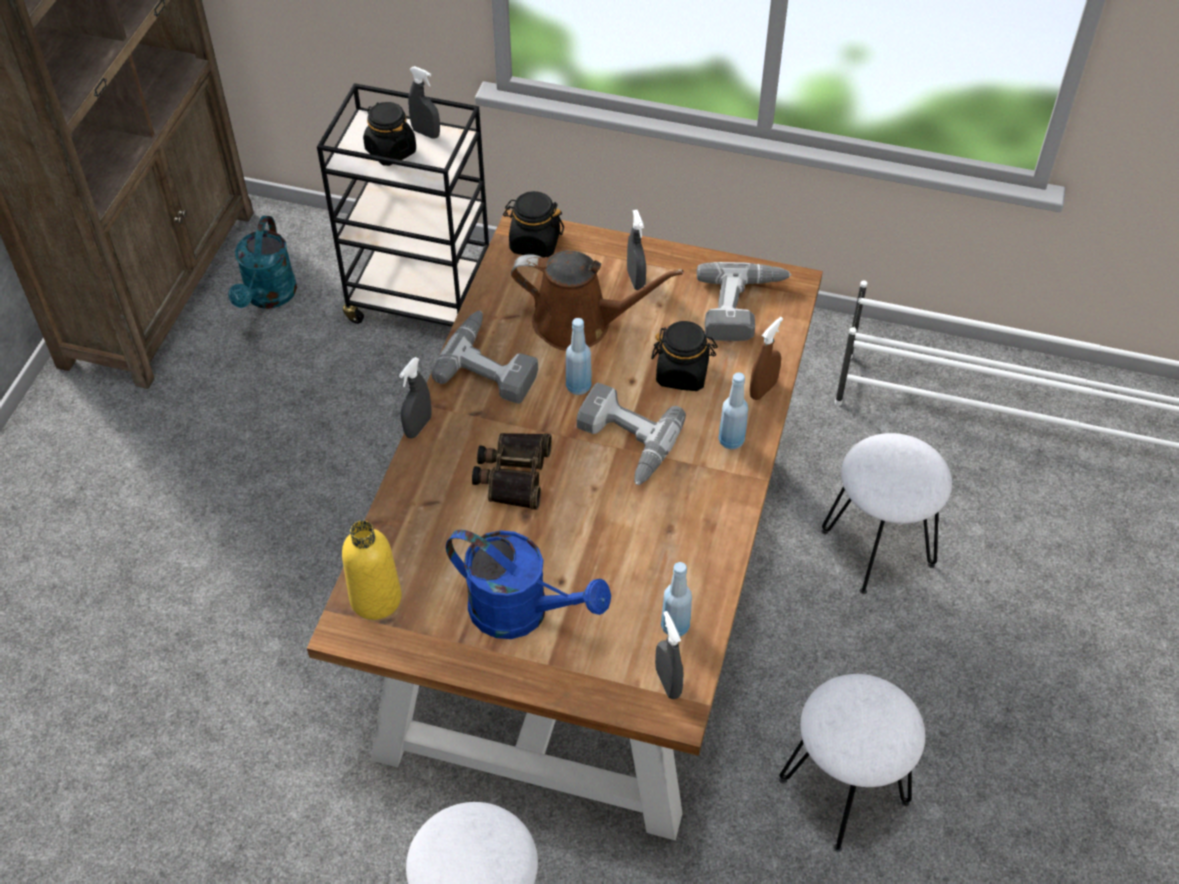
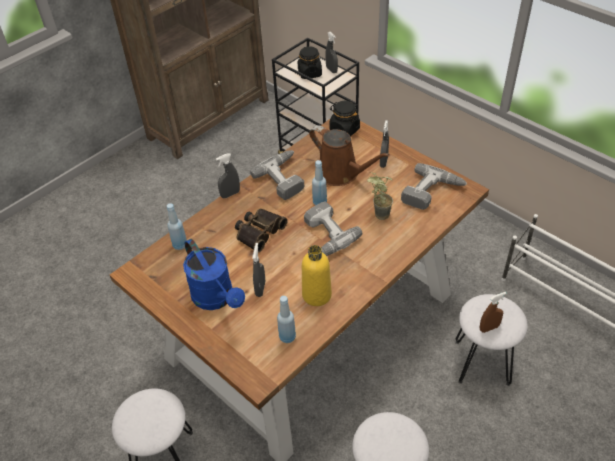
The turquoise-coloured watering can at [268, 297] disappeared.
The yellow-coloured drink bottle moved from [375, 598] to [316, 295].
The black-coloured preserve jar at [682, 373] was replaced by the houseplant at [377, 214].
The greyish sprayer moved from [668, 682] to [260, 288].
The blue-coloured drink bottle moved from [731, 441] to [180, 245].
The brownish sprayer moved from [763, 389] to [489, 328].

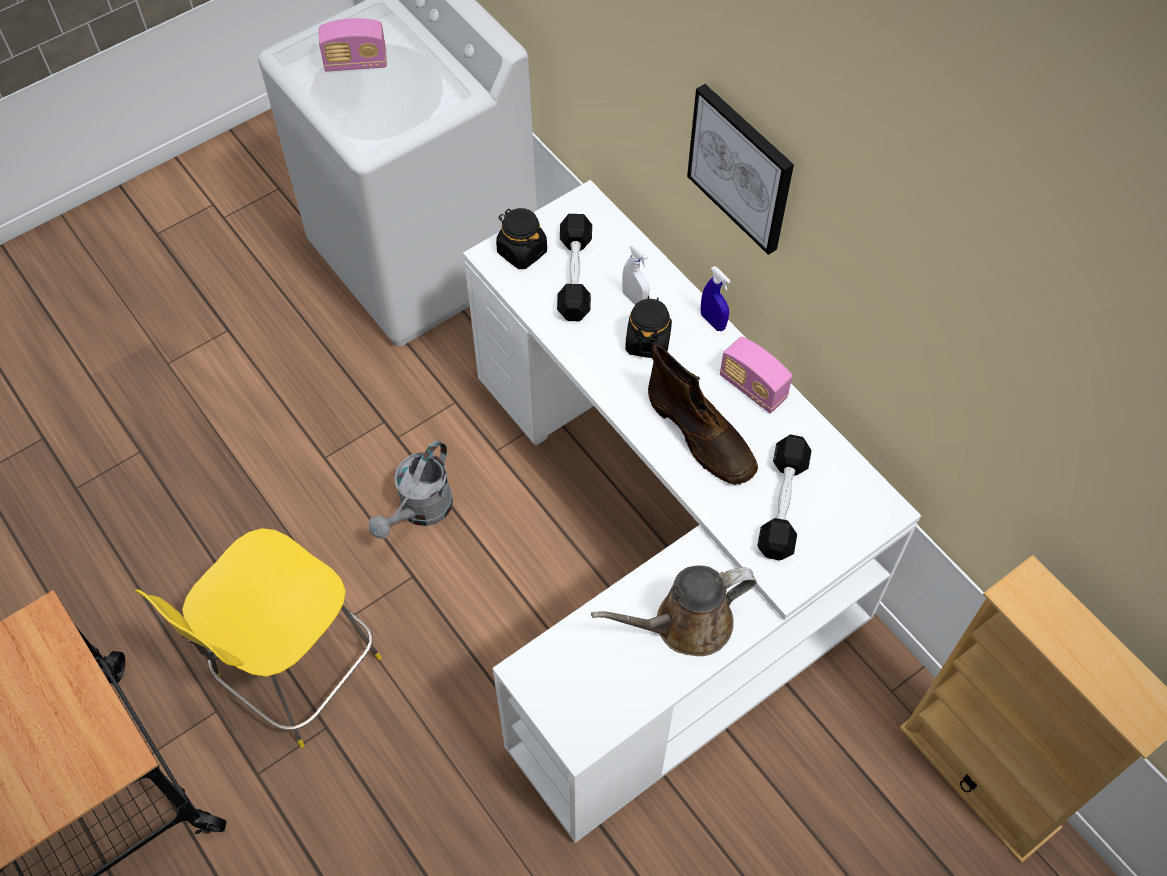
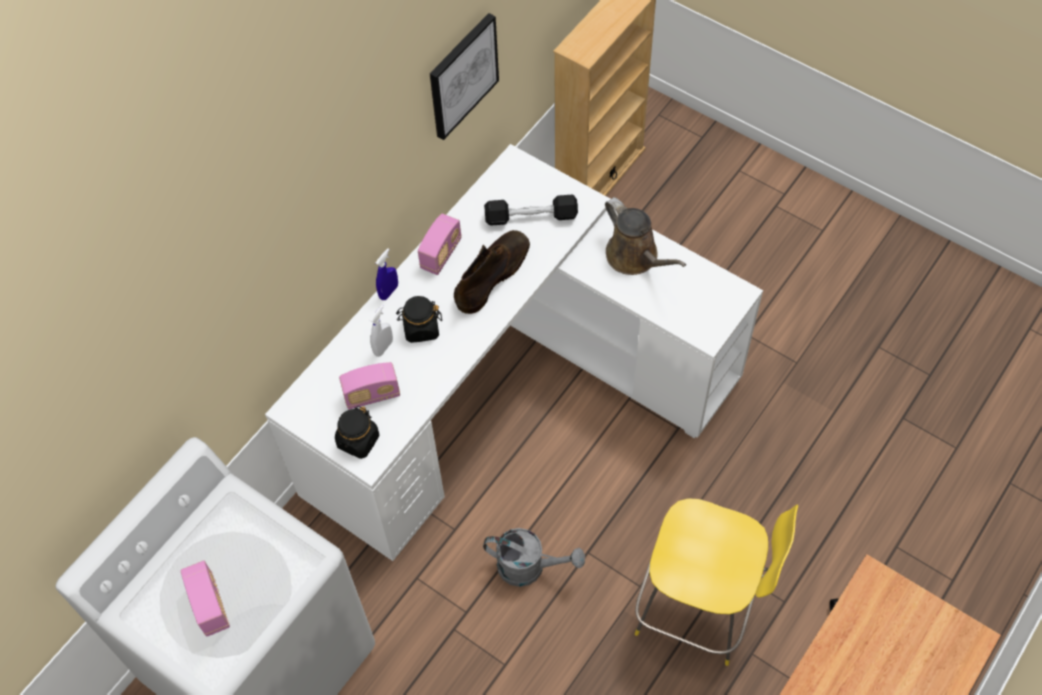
The black-coloured free weight at [575, 276] was replaced by the radio at [372, 395].
The picture moved from [741, 168] to [462, 75].

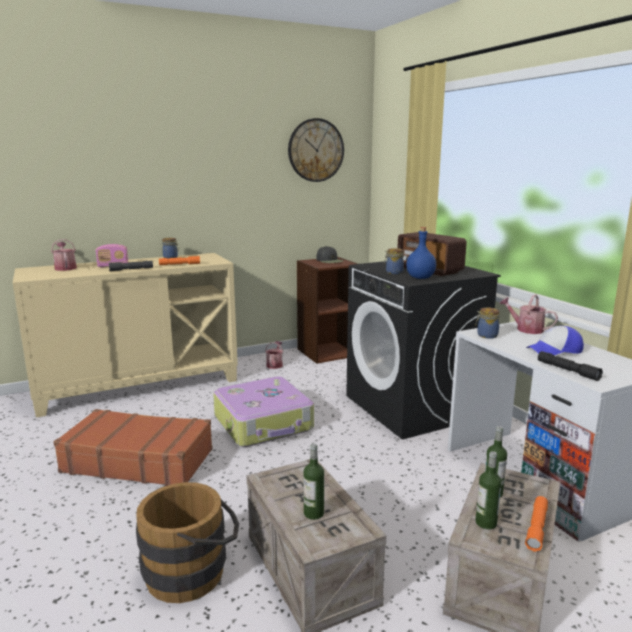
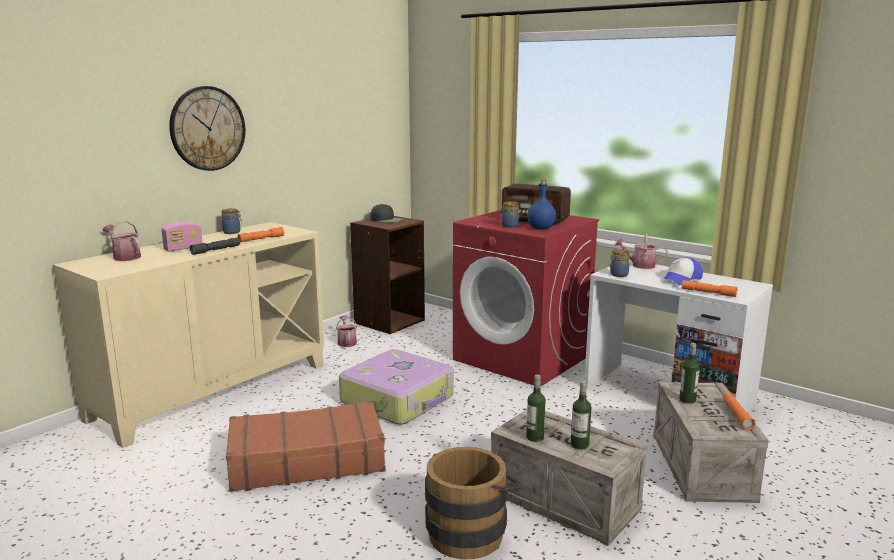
The wall clock moved from [315, 150] to [207, 128].
The black-coloured laundry machine at [413, 407] became the red laundry machine at [522, 358].
The drink bottle moved from [486, 523] to [535, 437].
The black-coloured hand torch at [567, 370] became the orange hand torch at [708, 293].

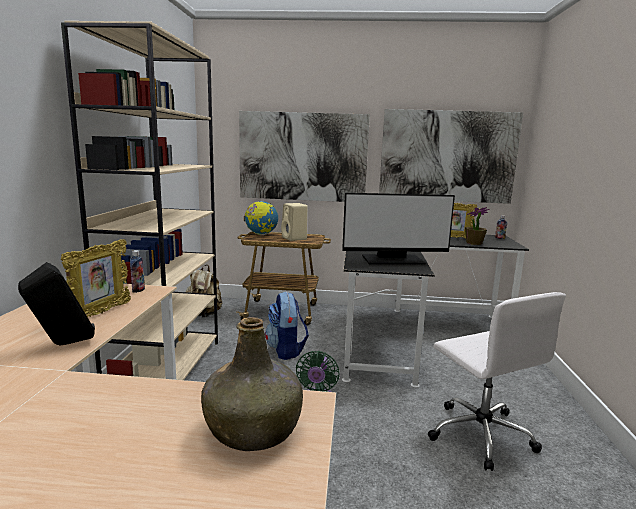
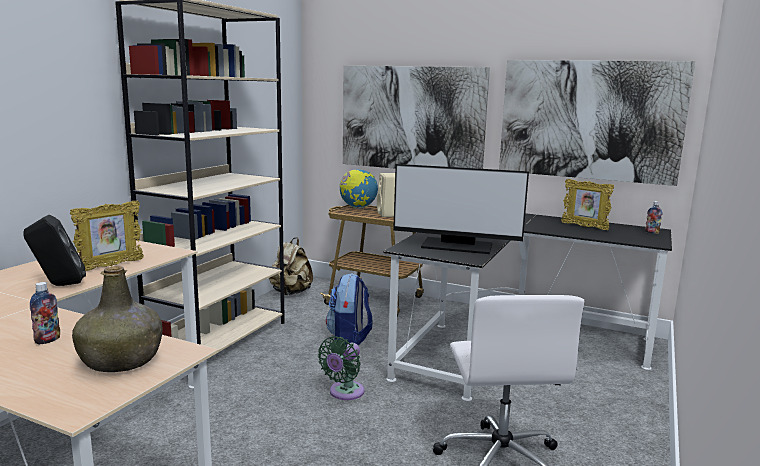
The drink bottle moved from [138, 290] to [47, 340].
The houseplant at [474, 243] disappeared.

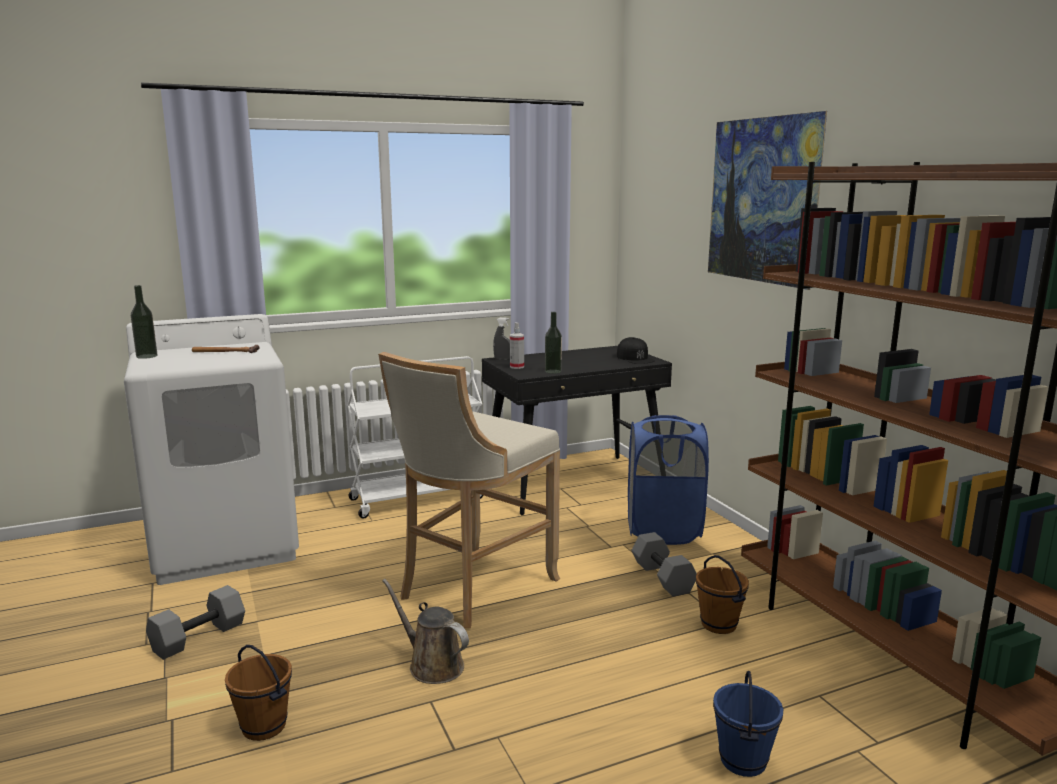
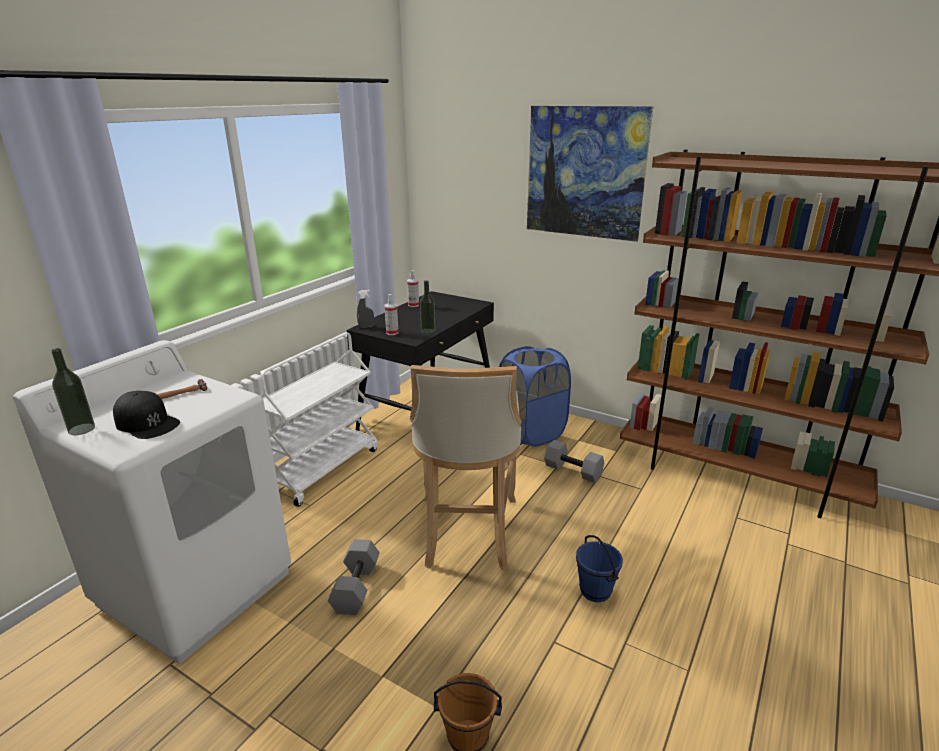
The greyish free weight moved from [199, 636] to [355, 587].
The brownish watering can at [432, 665] disappeared.
The black-coloured baseball cap moved from [635, 358] to [147, 423].
The brownish bucket at [719, 624] disappeared.
The blue-coloured bucket moved from [742, 760] to [594, 591].
The sprayer at [413, 305] appeared.

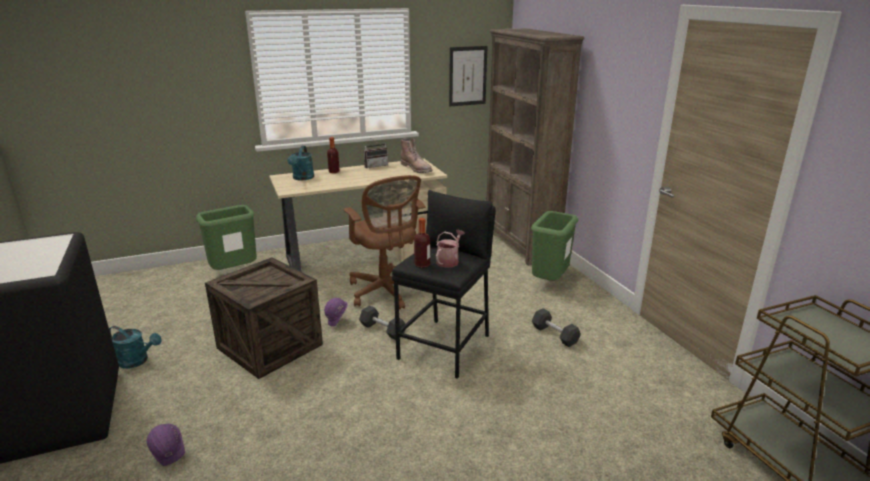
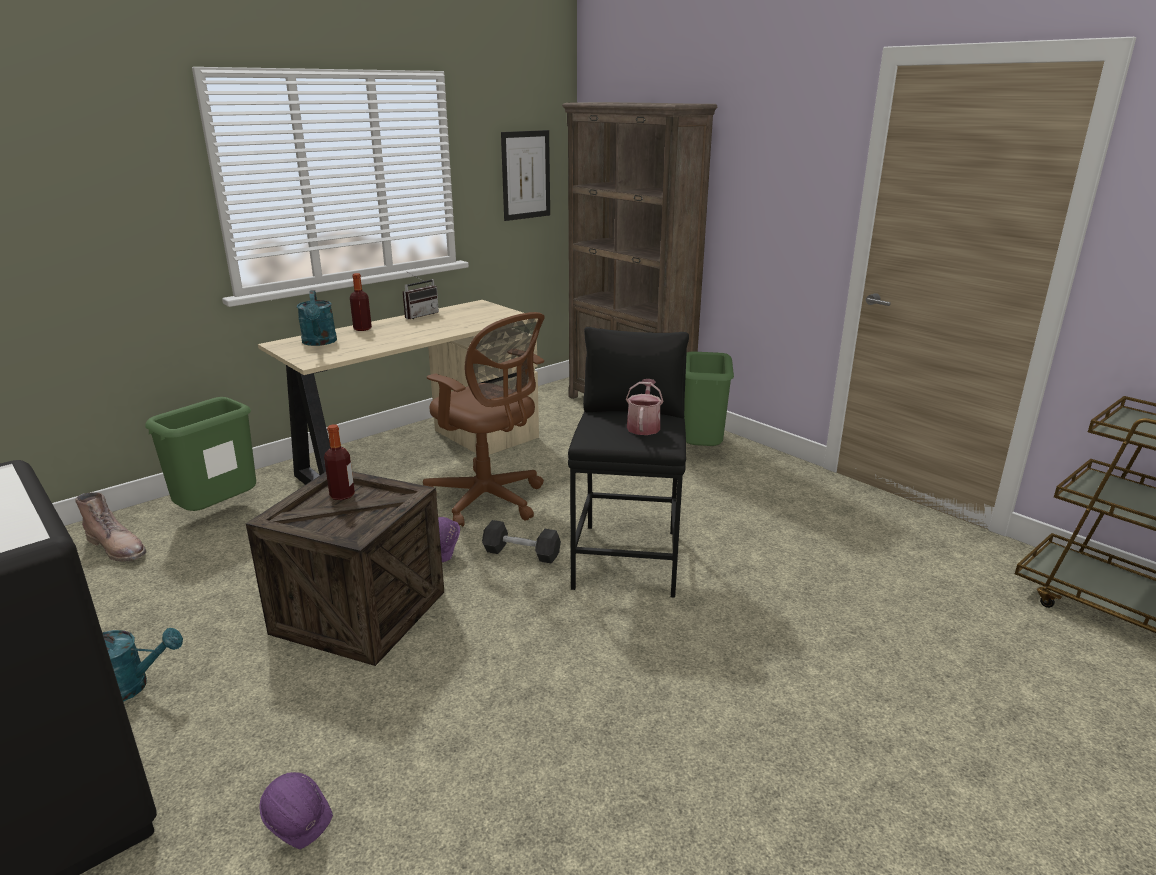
The brownish tall boot moved from [417, 169] to [118, 548].
The drink bottle moved from [422, 264] to [342, 495].
The black-coloured free weight at [554, 335] disappeared.

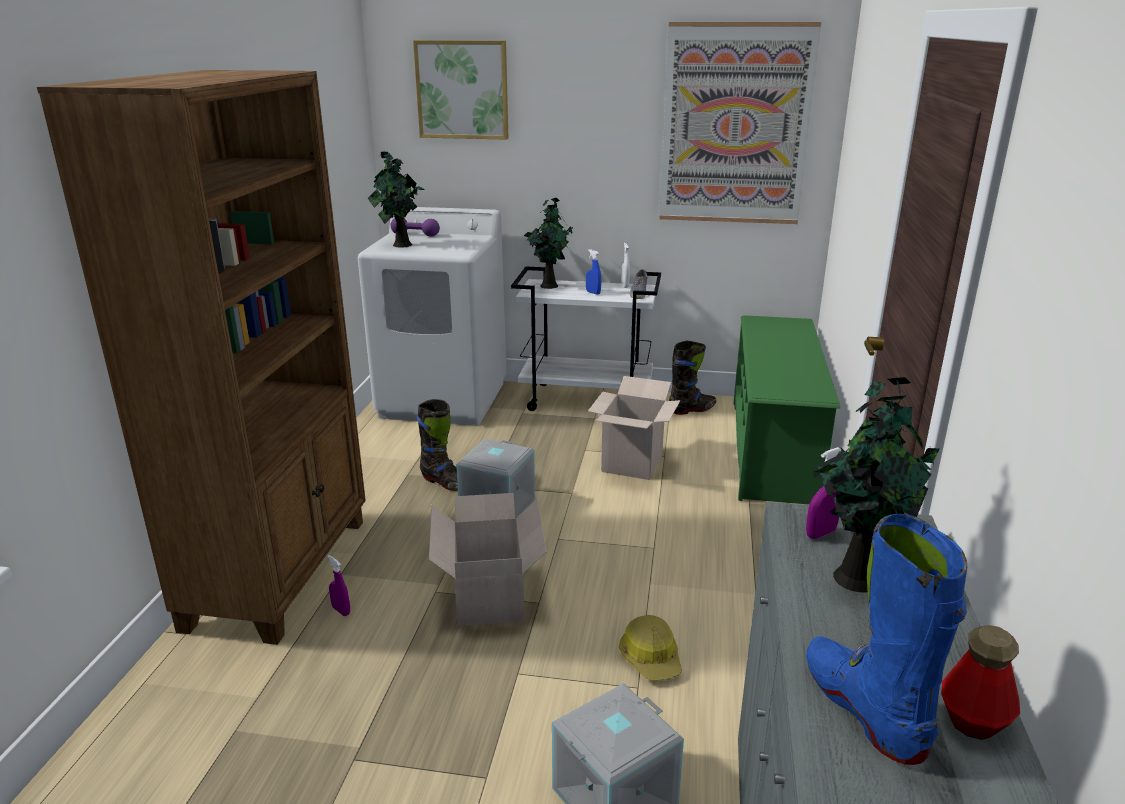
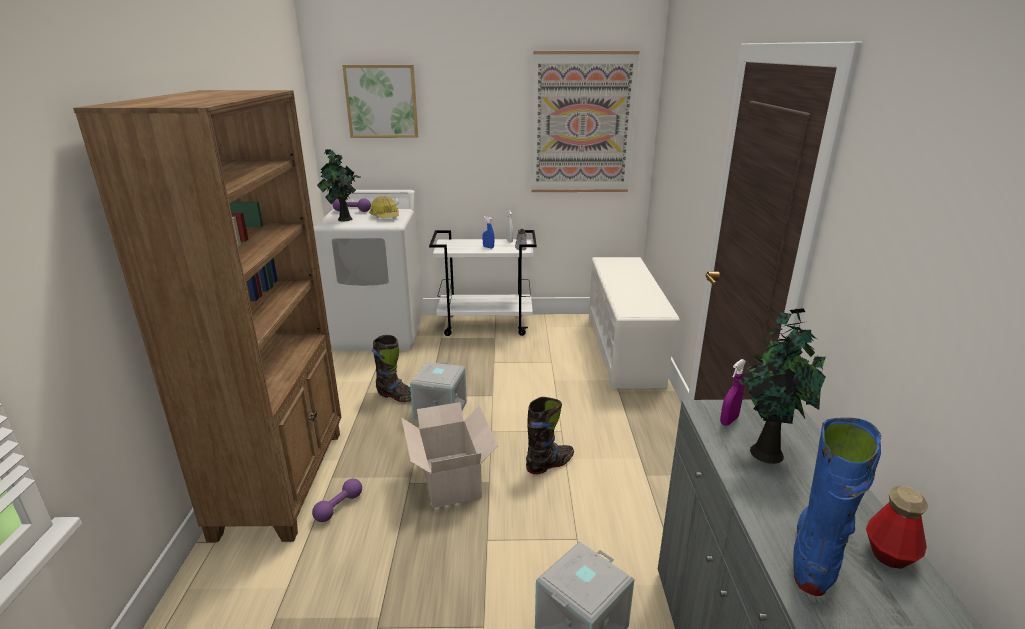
The purple sprayer at [341, 610] was replaced by the purple free weight at [339, 507].
The houseplant at [549, 285] disappeared.
The carton at [632, 464] disappeared.
The work helmet moved from [651, 658] to [385, 216].
The black-coloured tall boot moved from [692, 409] to [550, 464].
The green-coloured shoe stand at [772, 449] became the white-coloured shoe stand at [624, 350].
The blue-coloured tall boot at [864, 709] turned 60 degrees clockwise.

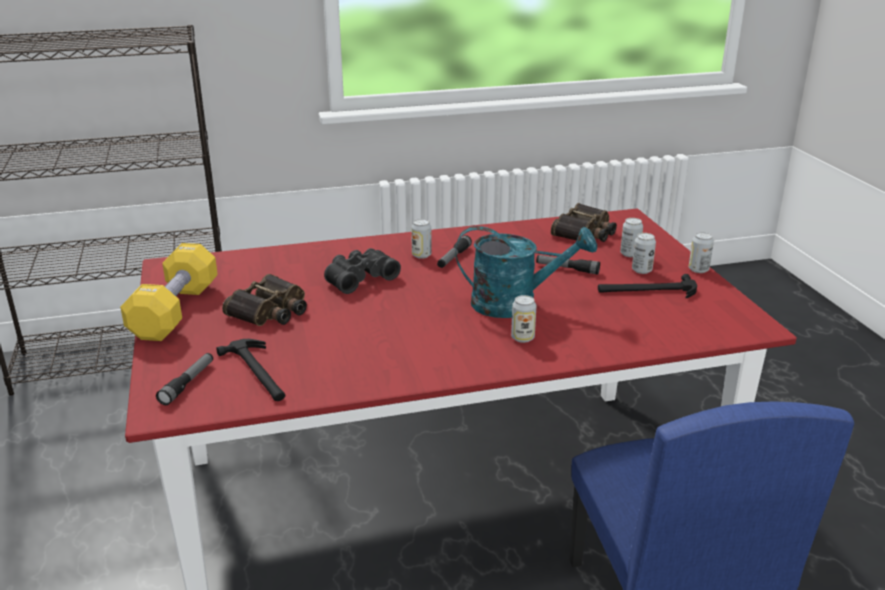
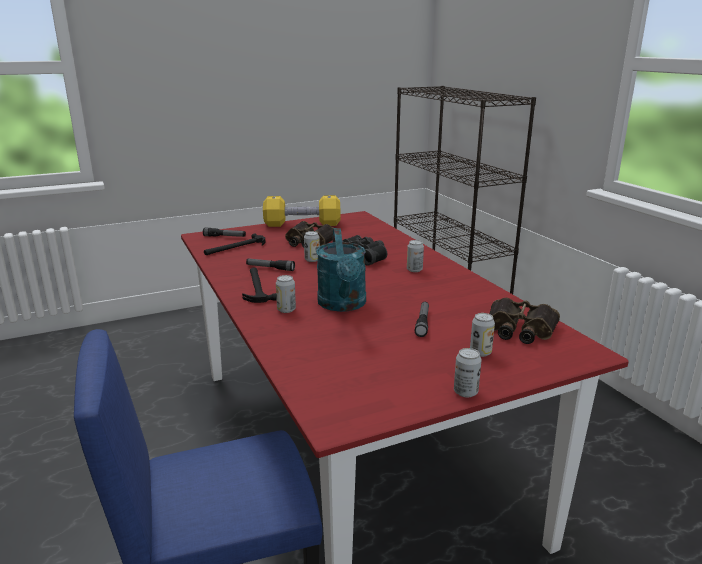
The hand torch moved from [453, 257] to [270, 268].
The hand hammer moved from [647, 291] to [256, 287].
The metal can moved from [641, 270] to [312, 260].

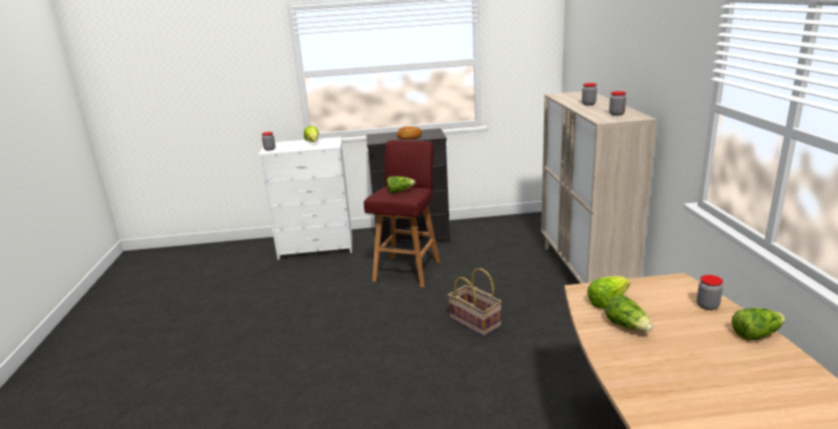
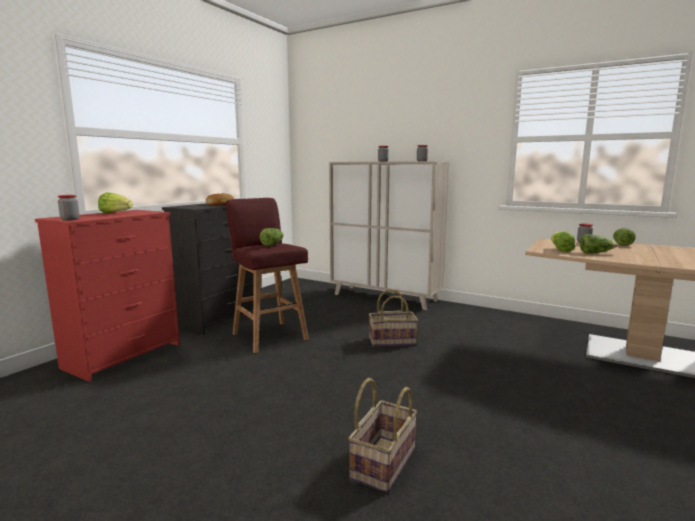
The white-coloured drawer chest at [317, 248] became the red drawer chest at [124, 356].
The basket at [382, 462] appeared.

